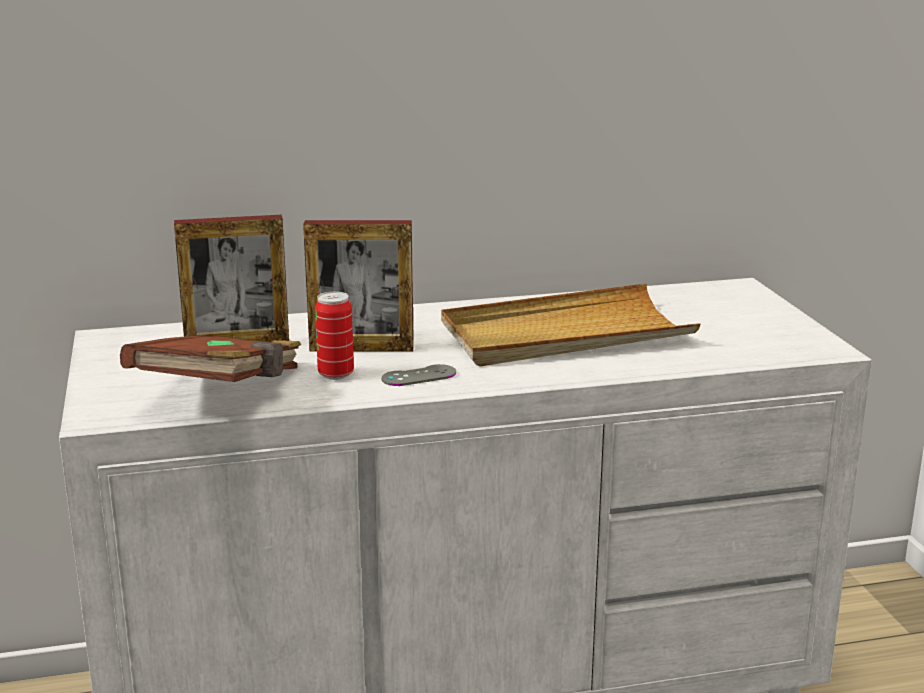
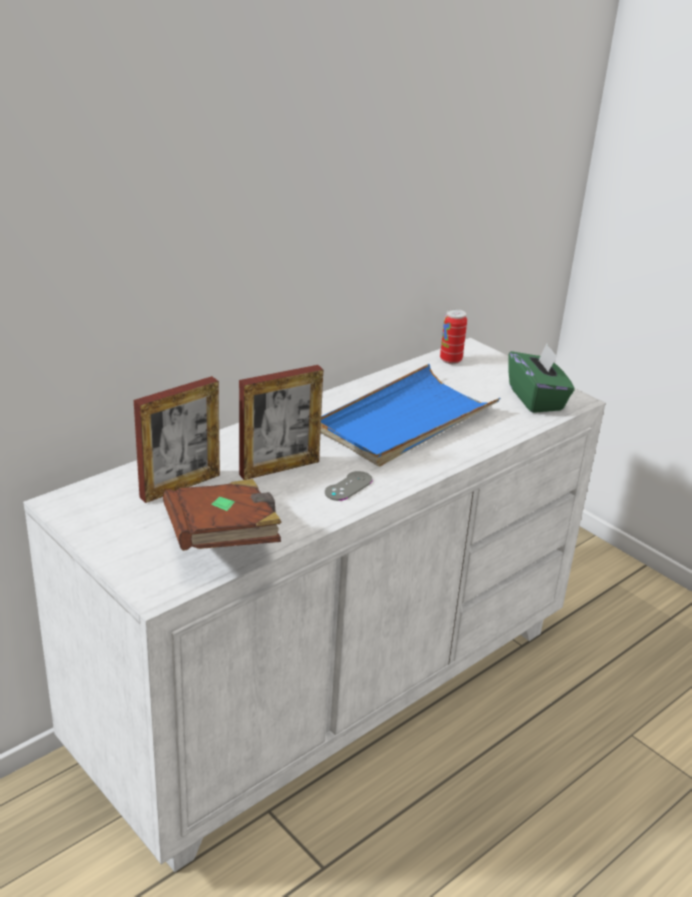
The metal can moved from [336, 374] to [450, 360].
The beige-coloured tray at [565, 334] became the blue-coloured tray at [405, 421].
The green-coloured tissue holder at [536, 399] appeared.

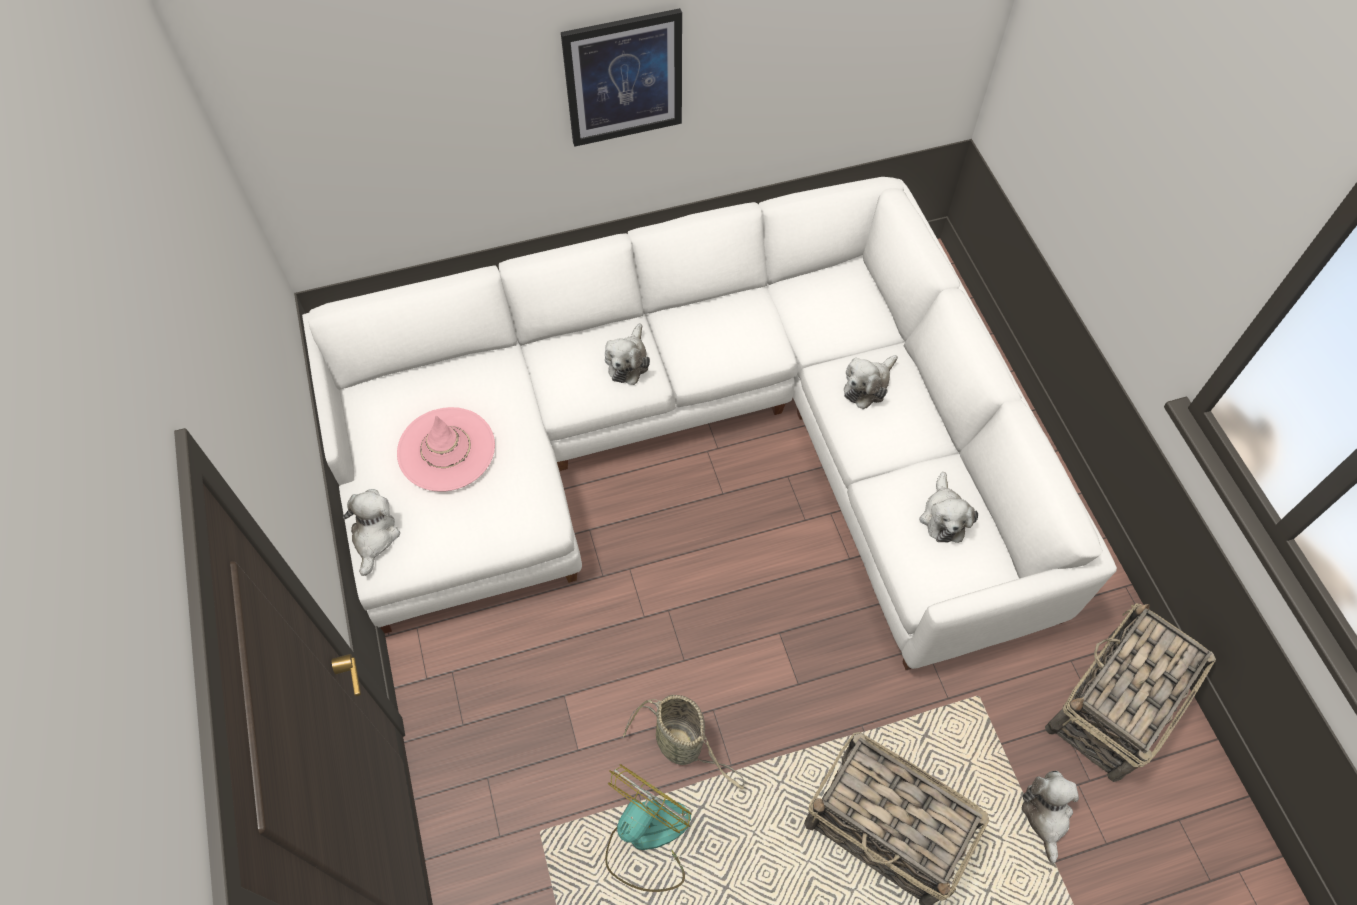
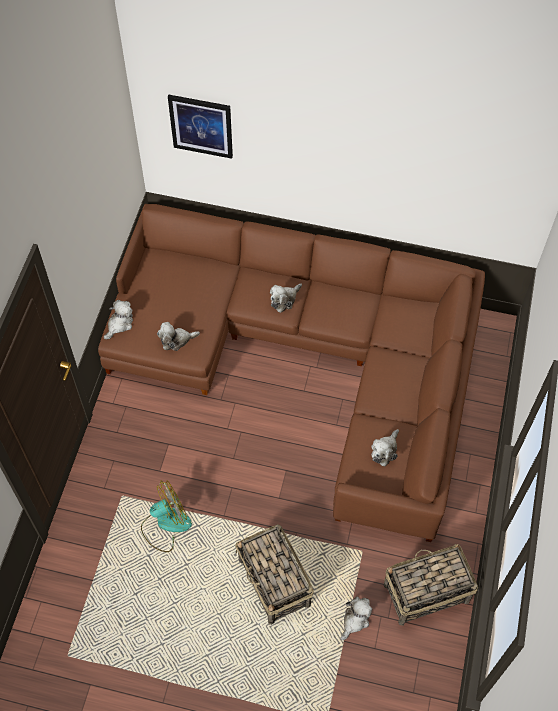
The white-coloured couch at [694, 443] became the brownish couch at [306, 358].
The pink-coloured clothing hat at [446, 449] disappeared.
The picture moved from [624, 78] to [201, 126].
The basket at [682, 745] disappeared.
The soft toy moved from [867, 385] to [176, 340].

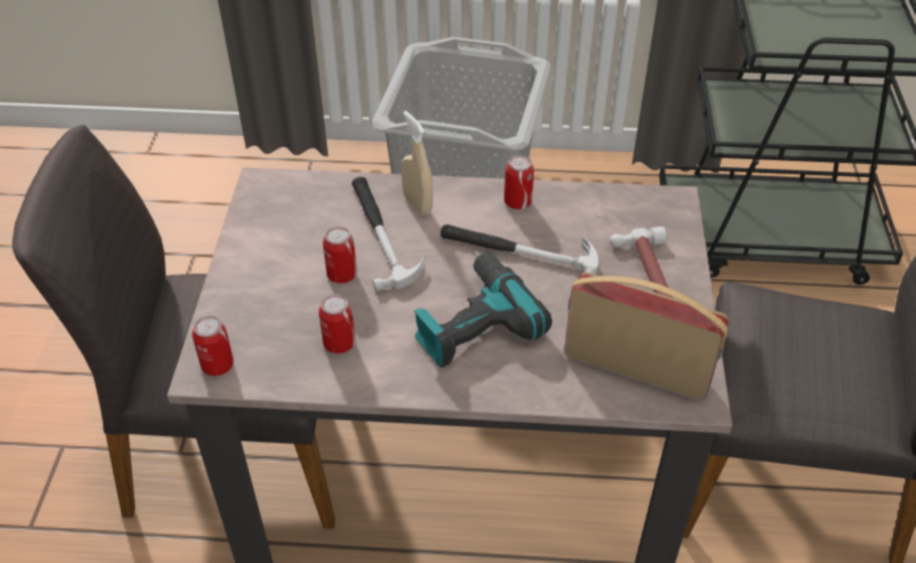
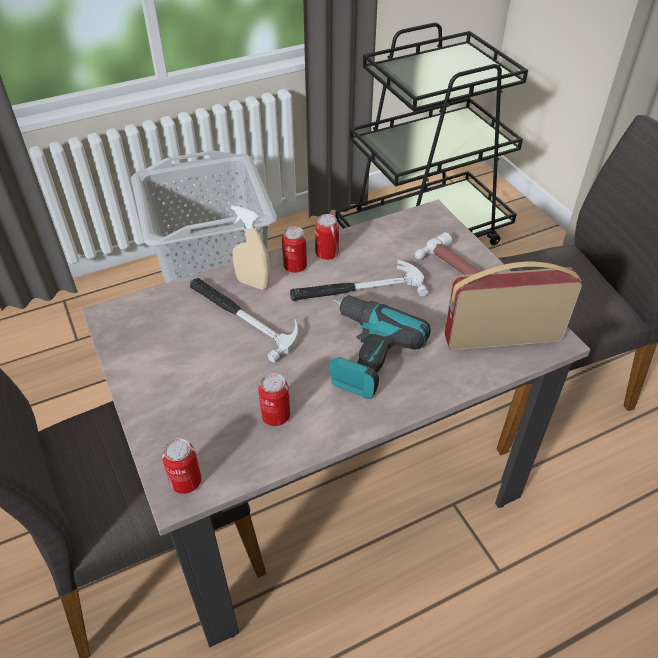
The metal can moved from [342, 274] to [295, 266].

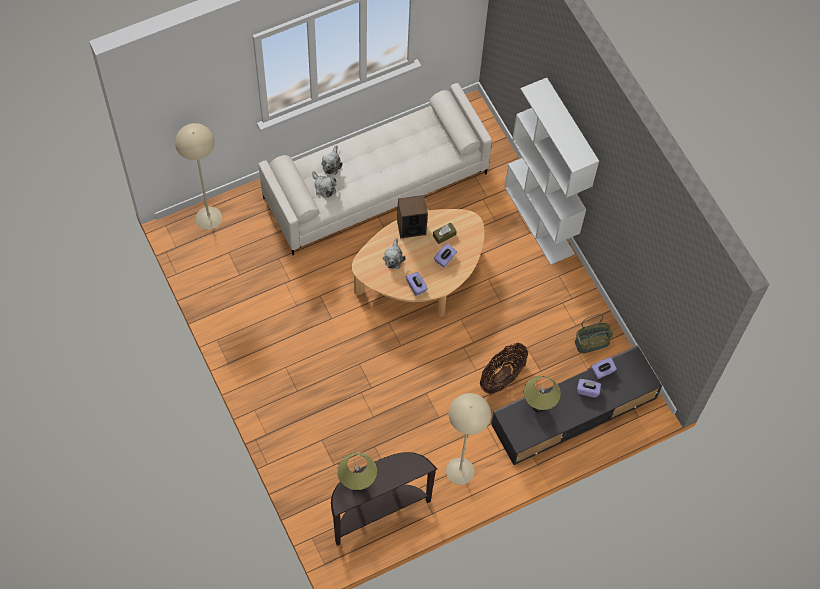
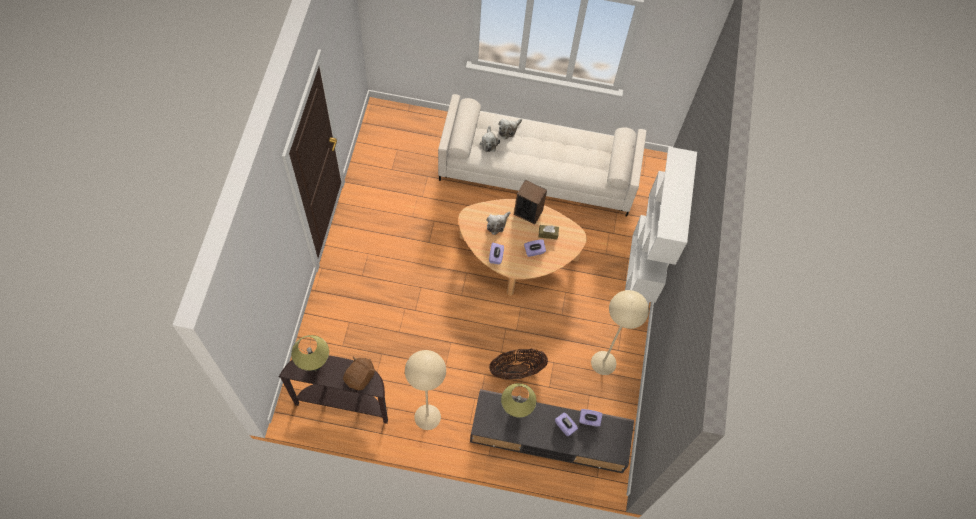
The beige-coloured floor lamp moved from [208, 217] to [603, 362].
The basket at [592, 341] disappeared.
The brownish soft toy at [360, 377] appeared.

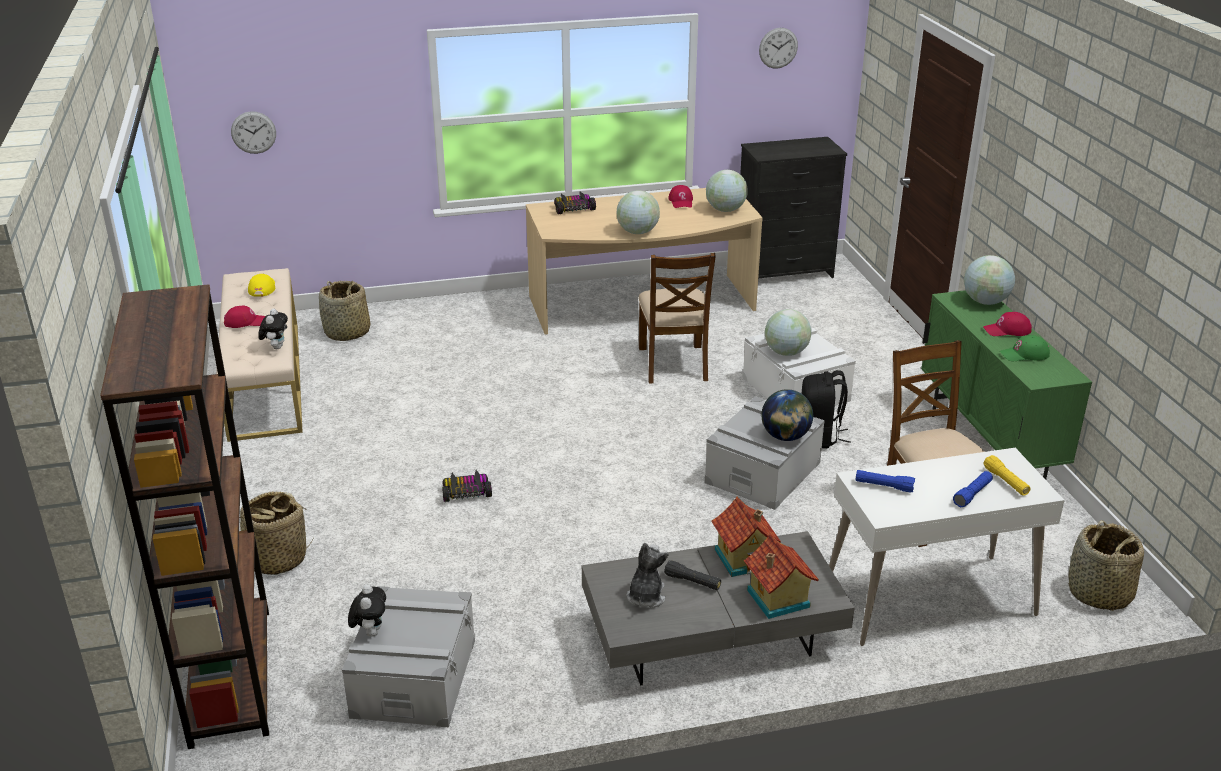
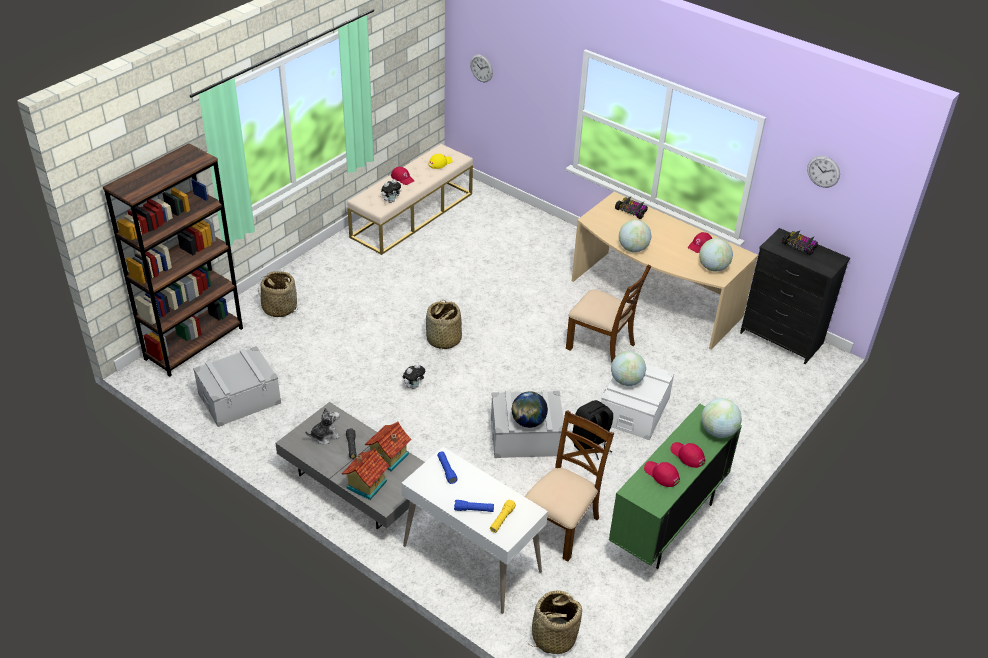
The basket moved from [347, 333] to [443, 340].
The soft toy moved from [370, 632] to [414, 386].
The model car moved from [466, 492] to [799, 246].
The brownish upright chair at [674, 364] turned 105 degrees counterclockwise.
The green-coloured baseball cap at [1024, 354] became the red baseball cap at [661, 475].

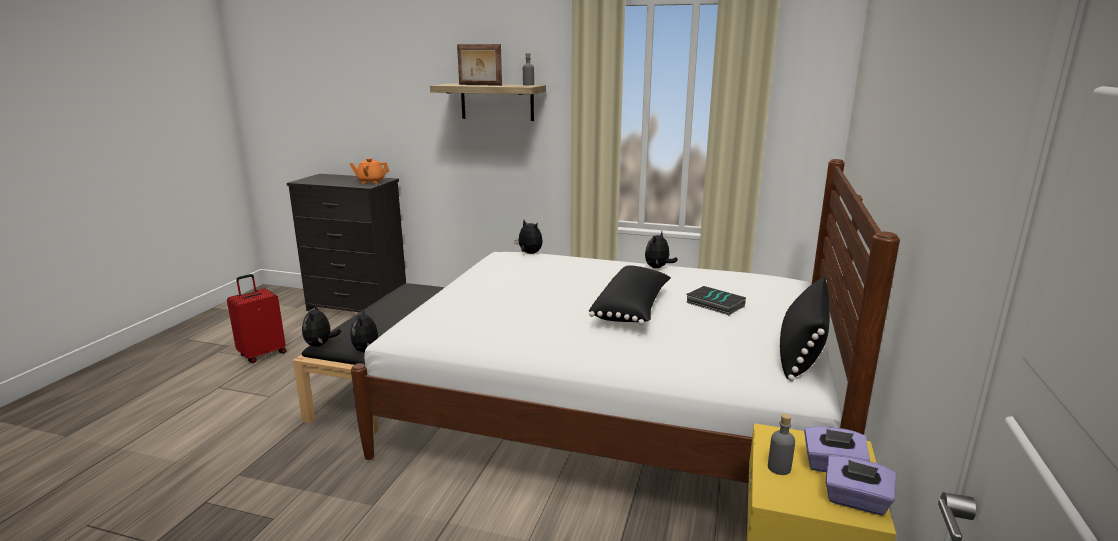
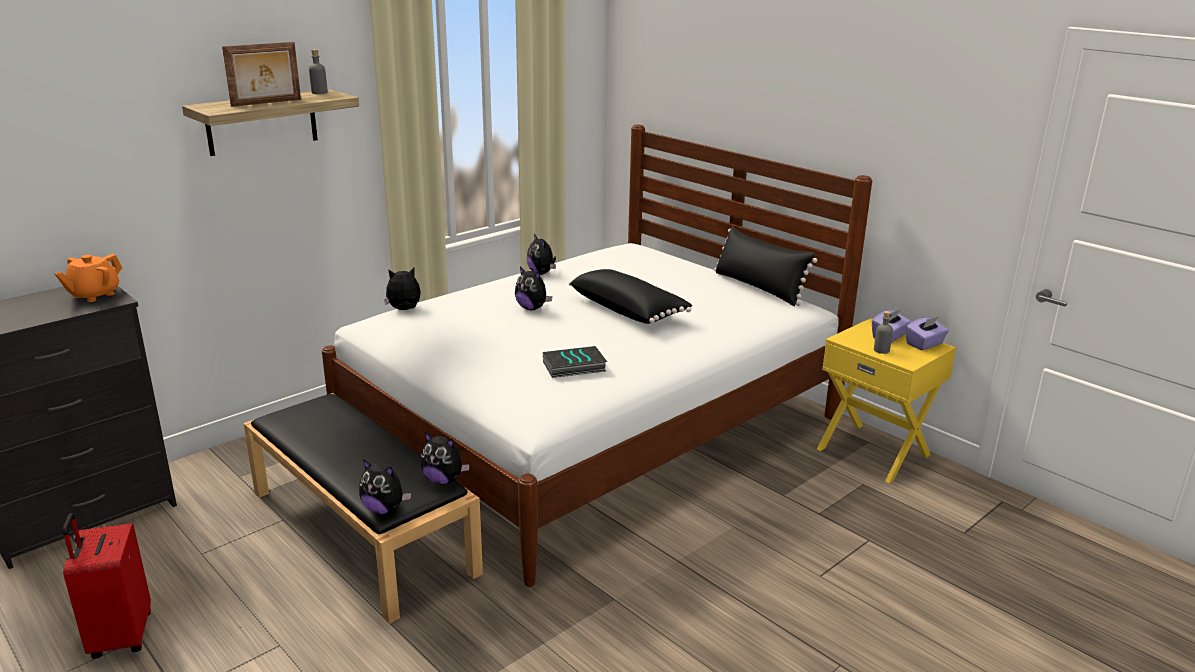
The bound book moved from [714, 304] to [573, 367].
The soft toy at [532, 308] appeared.

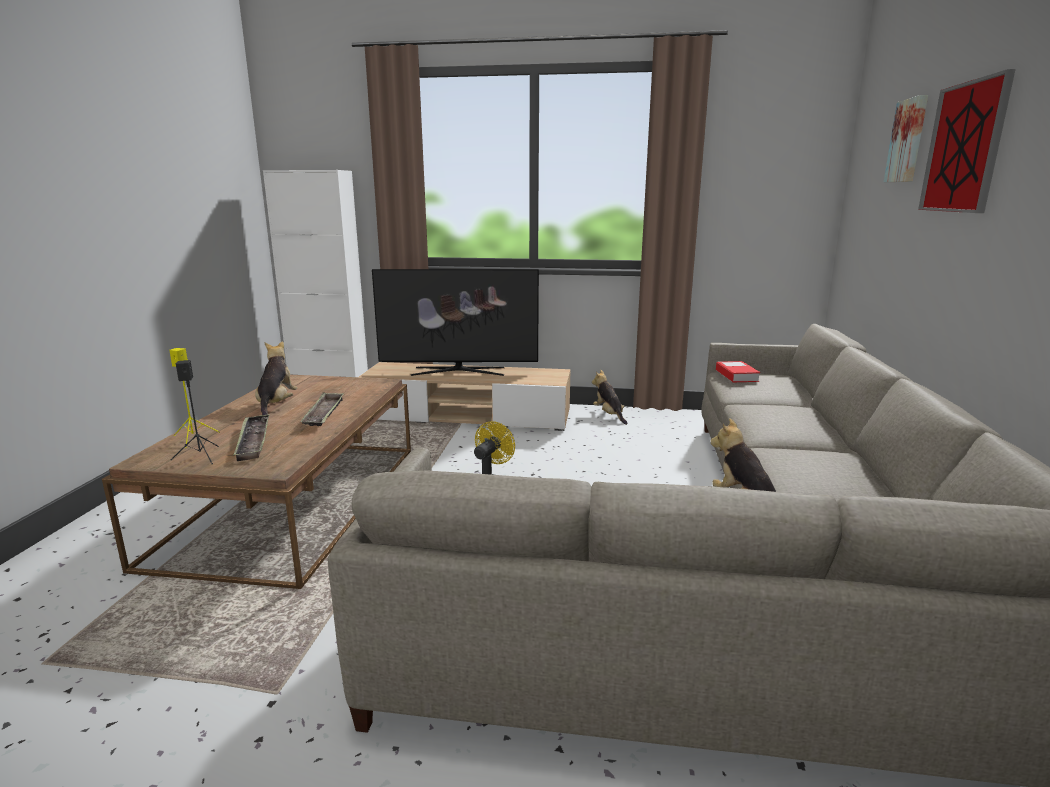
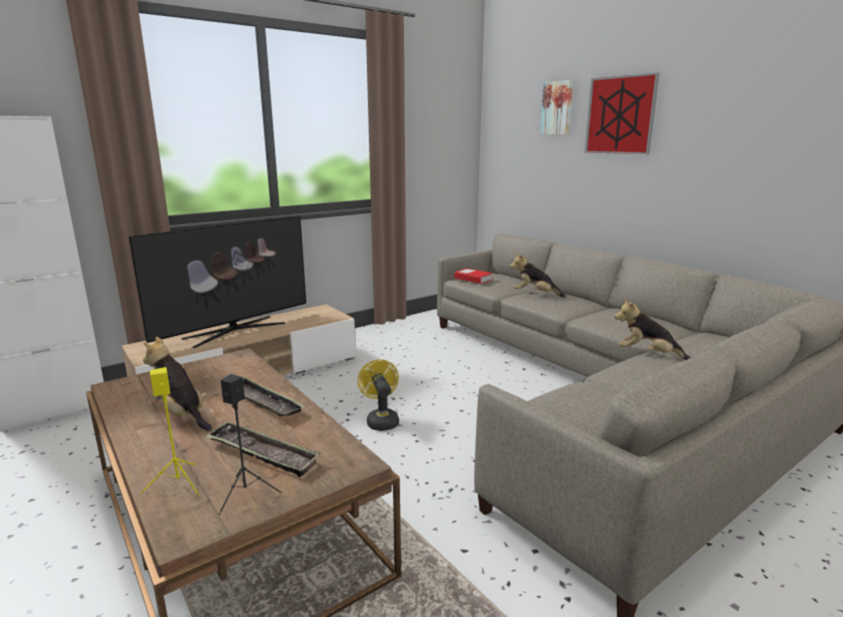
The soft toy moved from [609, 415] to [535, 294].

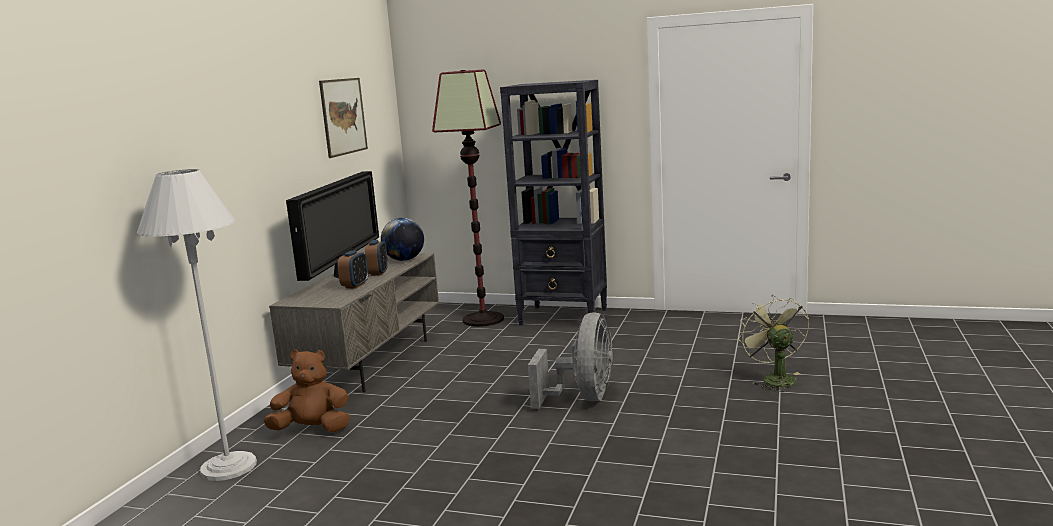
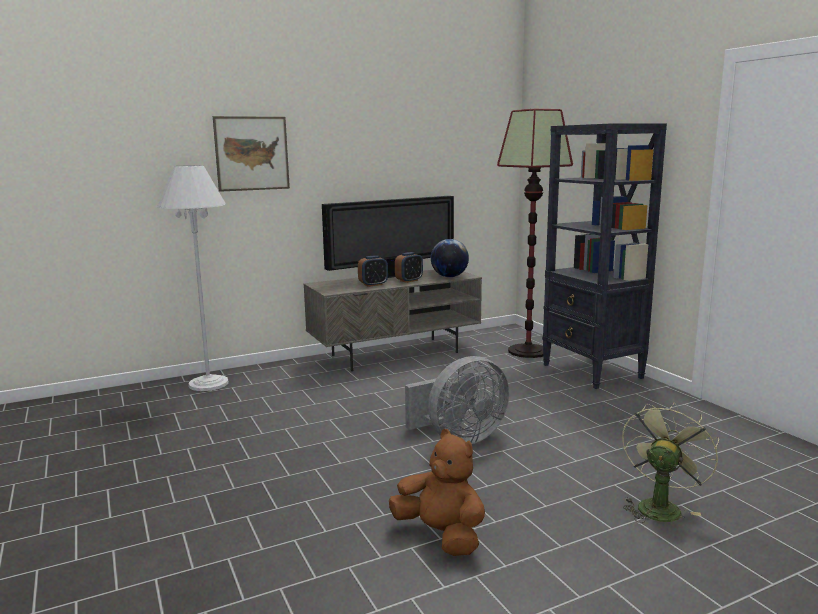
The brownish soft toy moved from [312, 429] to [441, 535].
The picture moved from [343, 116] to [252, 153].

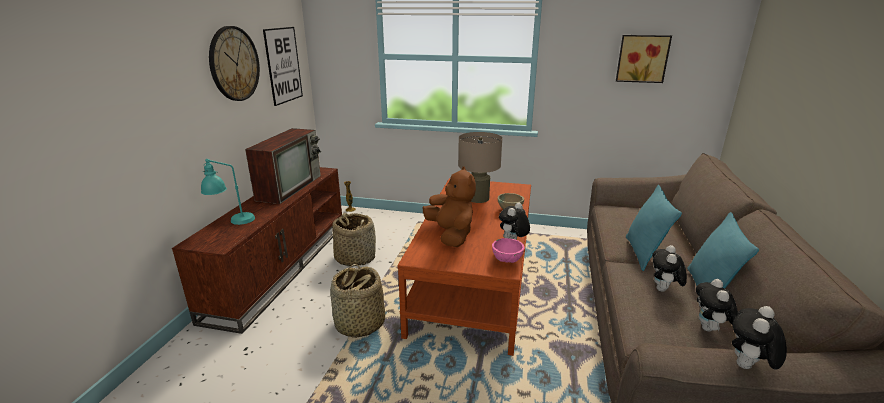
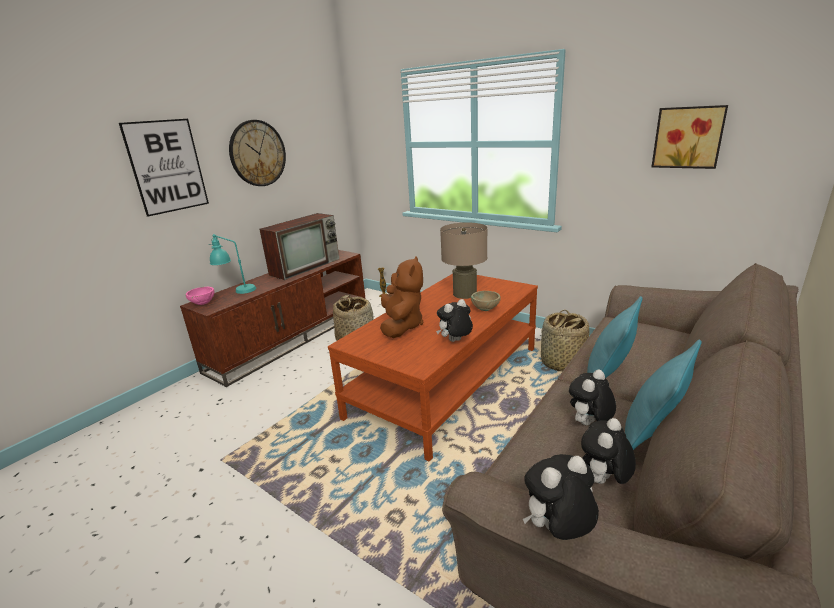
The picture moved from [283, 65] to [167, 166].
The basket moved from [359, 324] to [562, 363].
The pink-coloured bowl moved from [507, 260] to [203, 303].

